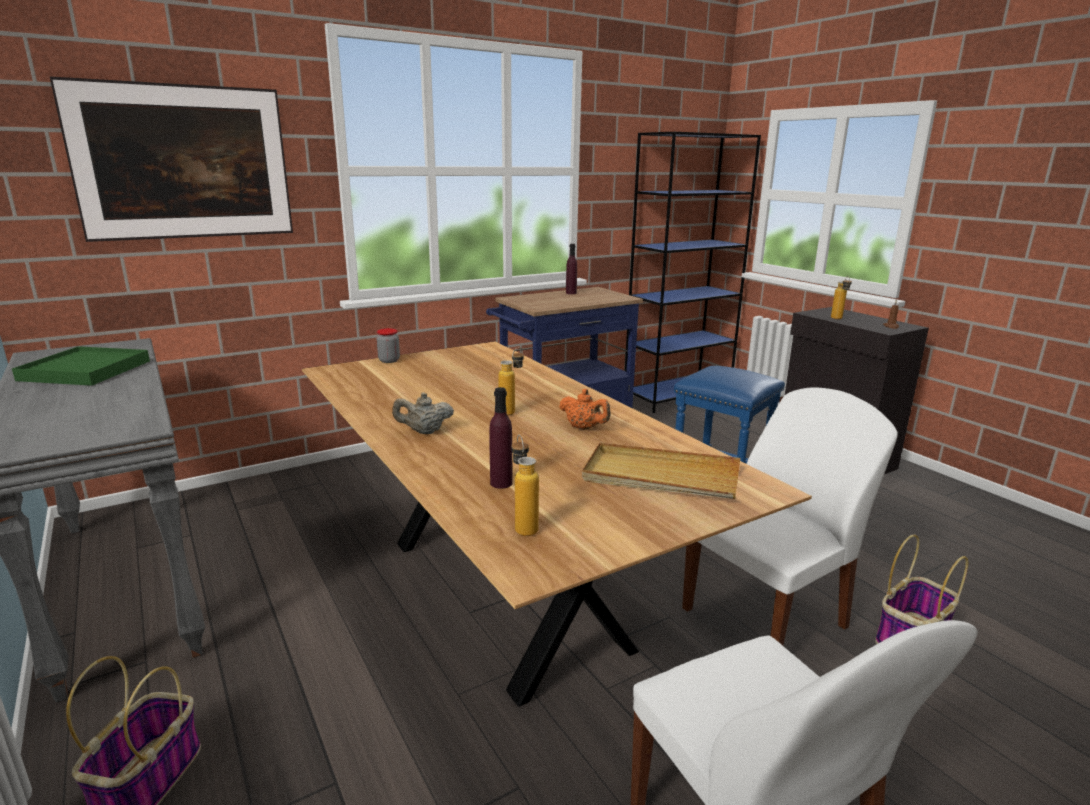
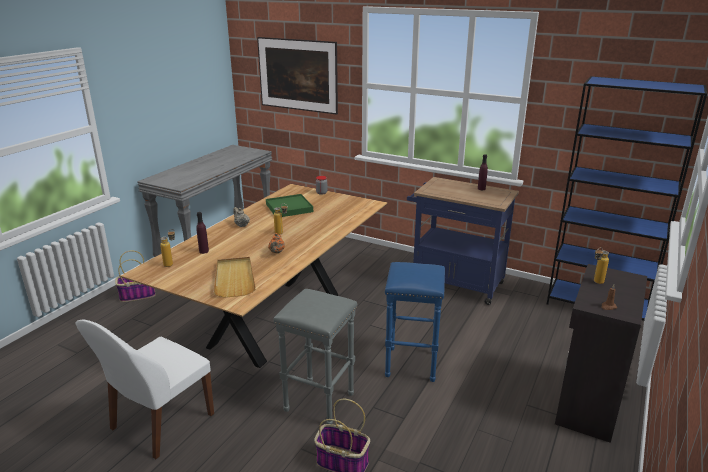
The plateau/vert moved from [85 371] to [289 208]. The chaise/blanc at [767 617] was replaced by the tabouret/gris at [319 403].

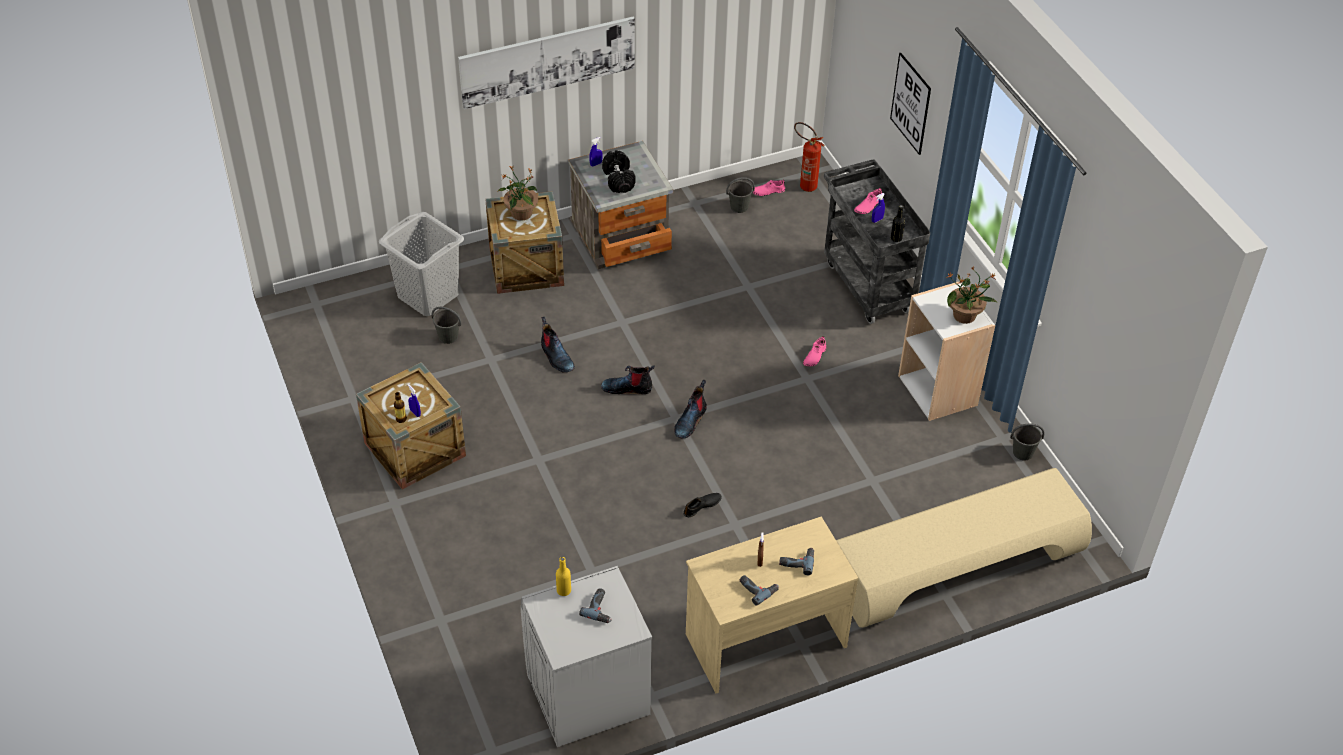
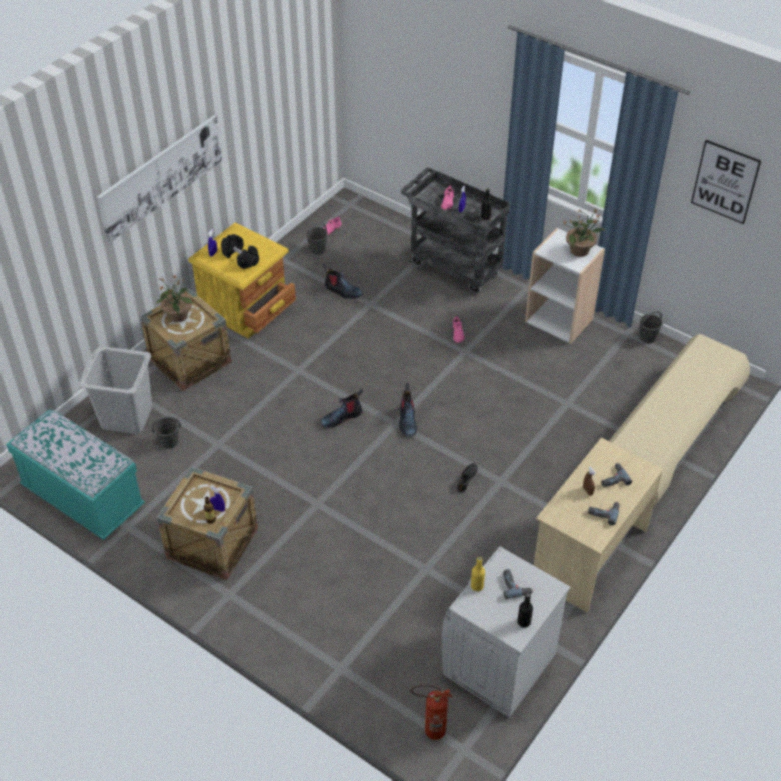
The botte moved from [556 357] to [342 291]. The table de chevet/gris at [623 237] became the table de chevet/jaune at [248 306]. The extincteur moved from [804 185] to [429 730]. The tableau moved from [910 103] to [725 182]. The banc/turquoise at [83 498] appeared. The bouteille/noir at [524 622] appeared.

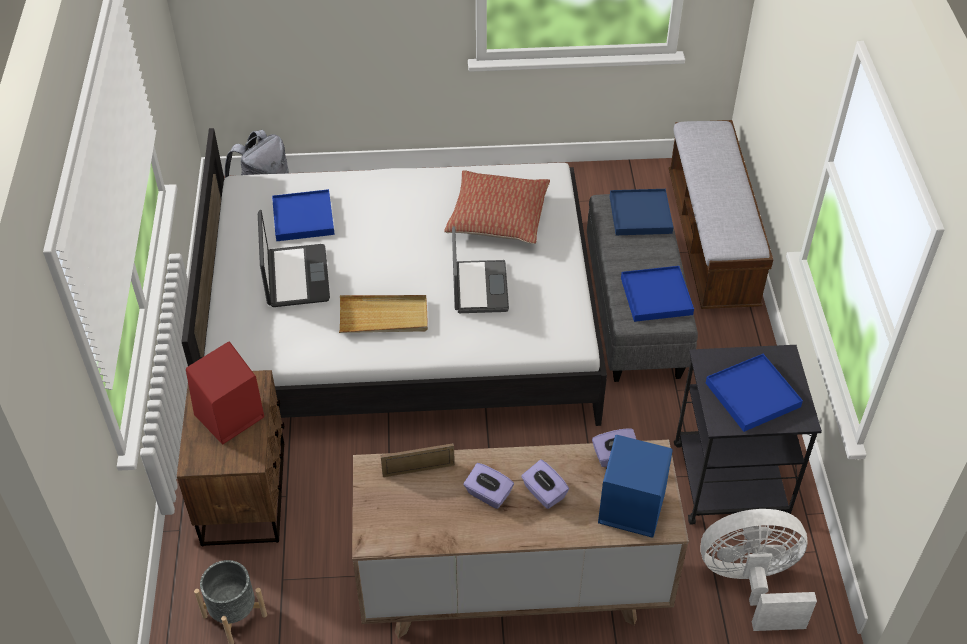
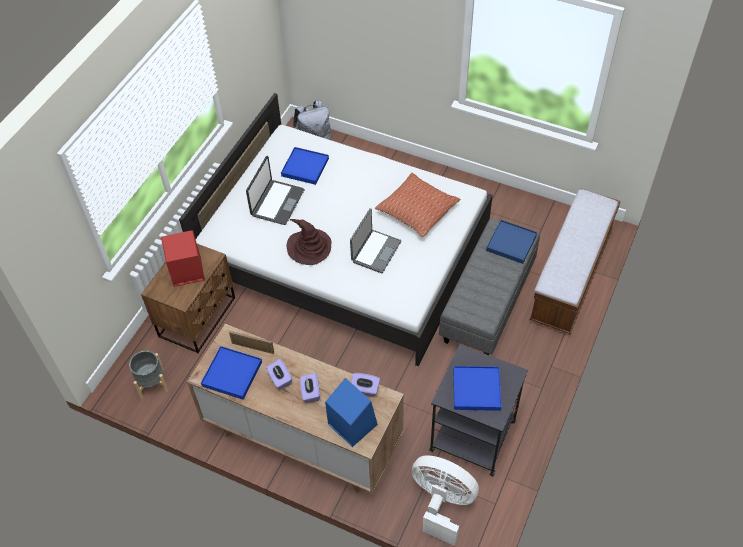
The plateau/beige at [383 317] was replaced by the chapeau/marron at [309 247]. The plateau/bleu moved from [656 296] to [232 374].

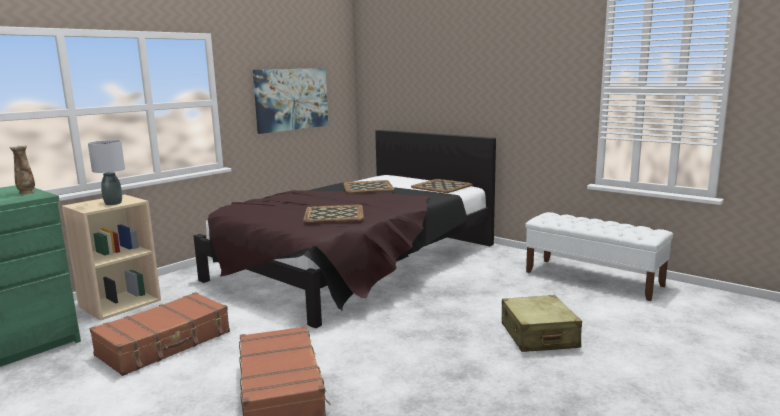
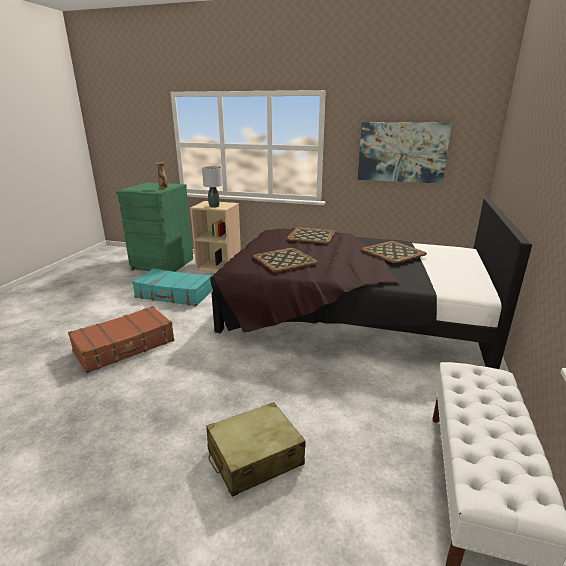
The valise/marron at [165 344] became the valise/turquoise at [174 295]. The plateau moved from [442 186] to [311 236].

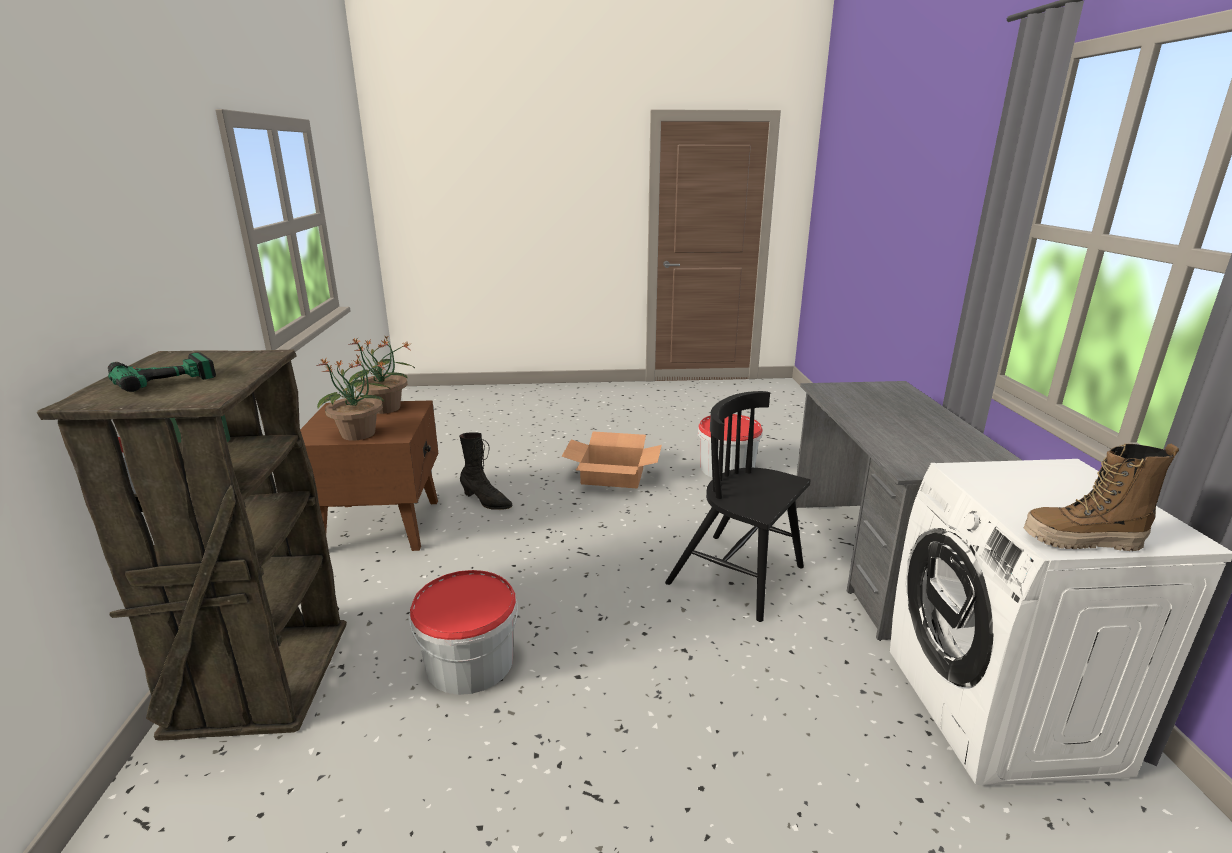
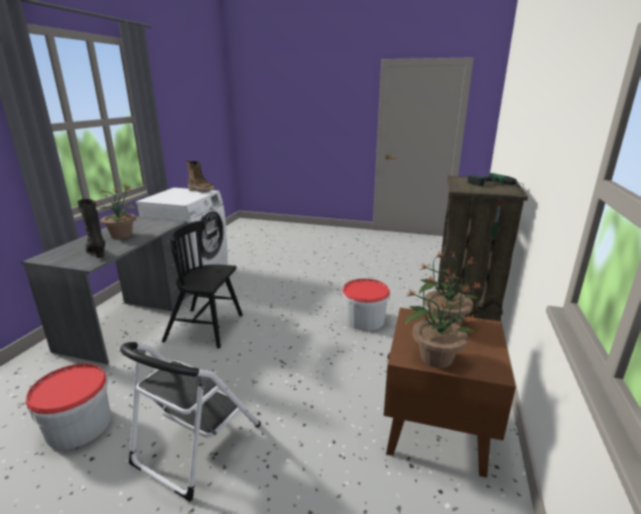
The botte/noir moved from [486 502] to [97 253]. The carton at [612 476] was replaced by the escabeau at [194 446]. The chaise/noir at [743 577] turned 135 degrees clockwise. The plante en pot at [122 235] appeared.

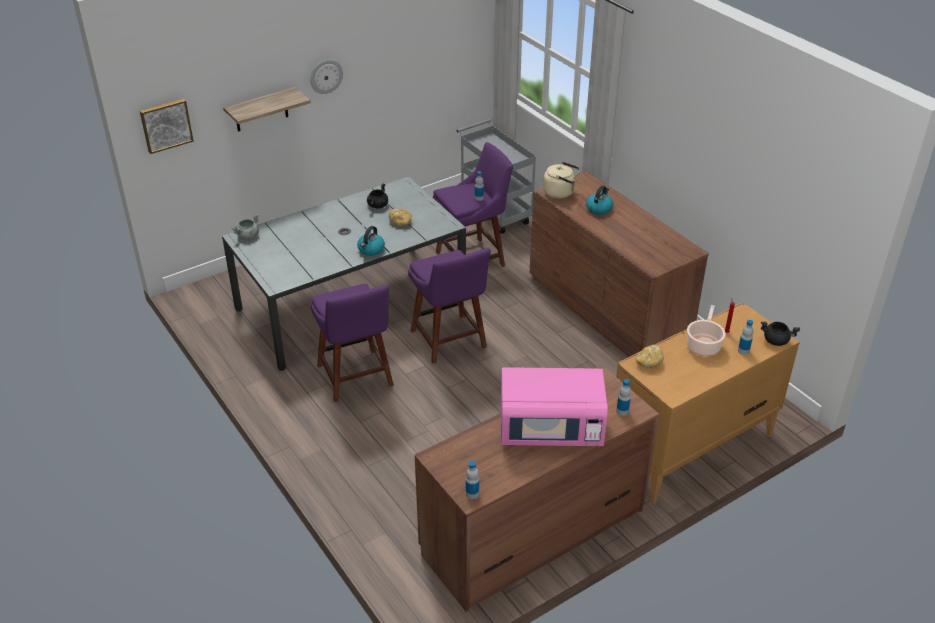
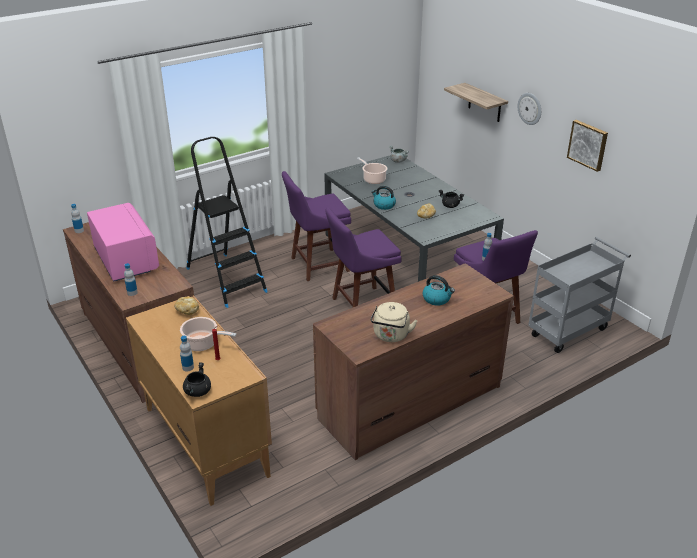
The tableau moved from [166 125] to [588 145]. The micro-ondes/rose at [550 429] turned 150 degrees clockwise. The bouilloire/beige moved from [560 193] to [391 336]. The escabeau/noir at [226 280] appeared. The marmite at [373 179] appeared.

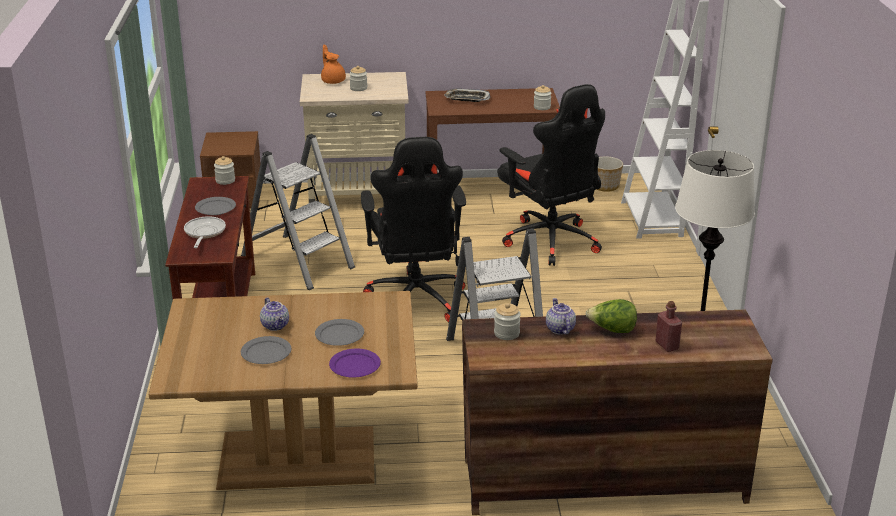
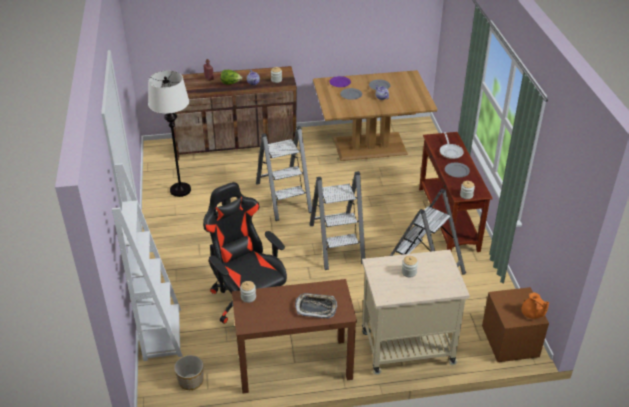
The théière/orange moved from [333 81] to [532 314]. The chaise de bureau/noir at [415 295] was replaced by the escabeau/gris at [336 243].

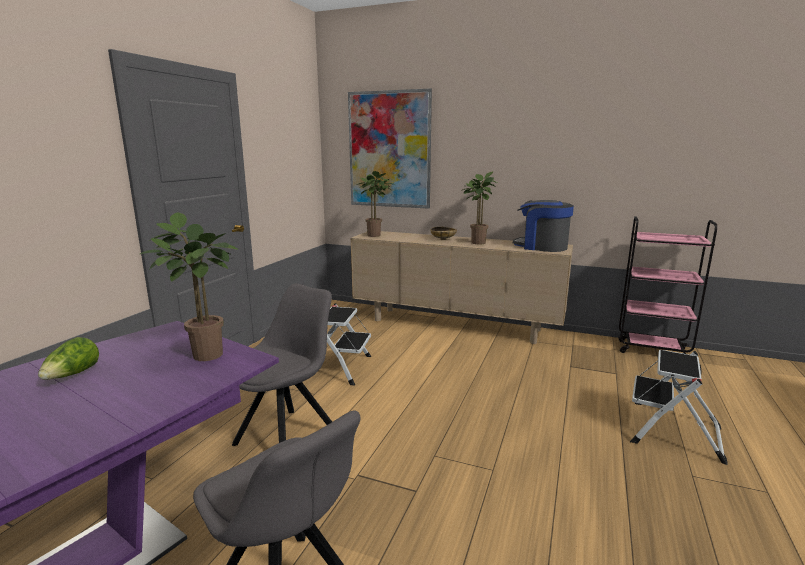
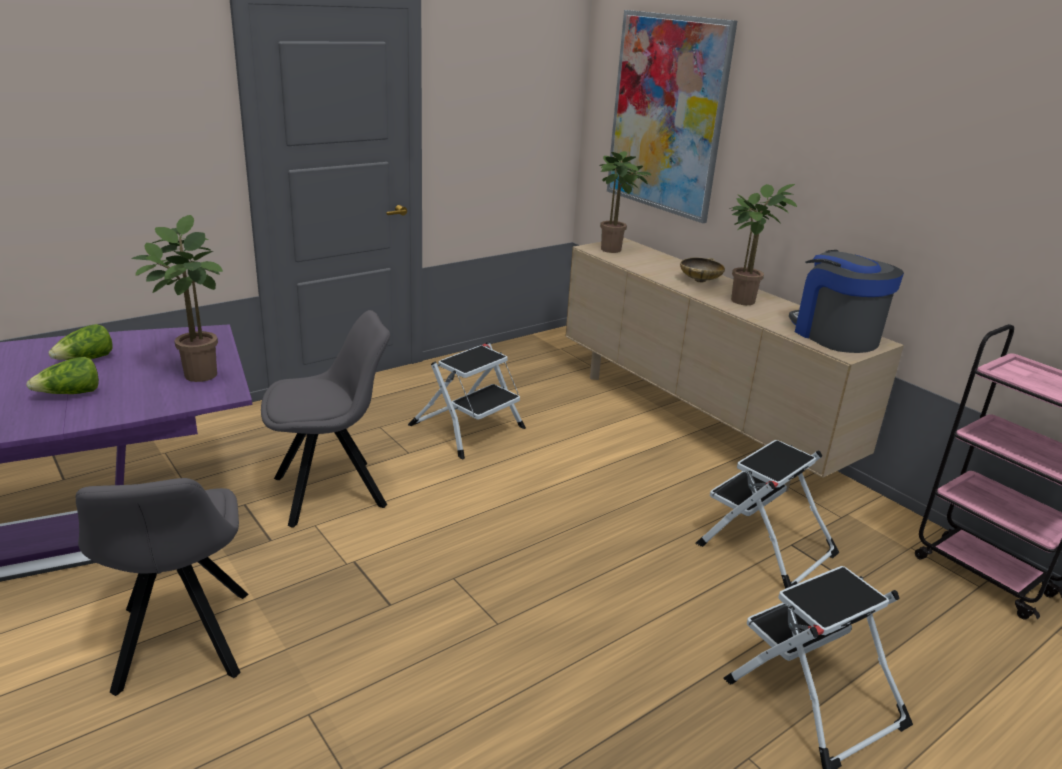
The laitue at [70 394] appeared. The escabeau at [766 545] appeared.

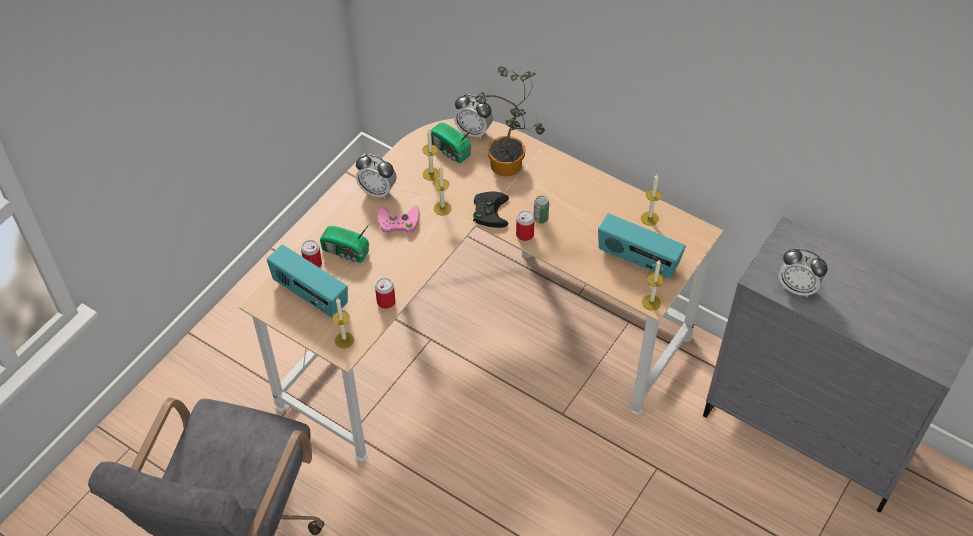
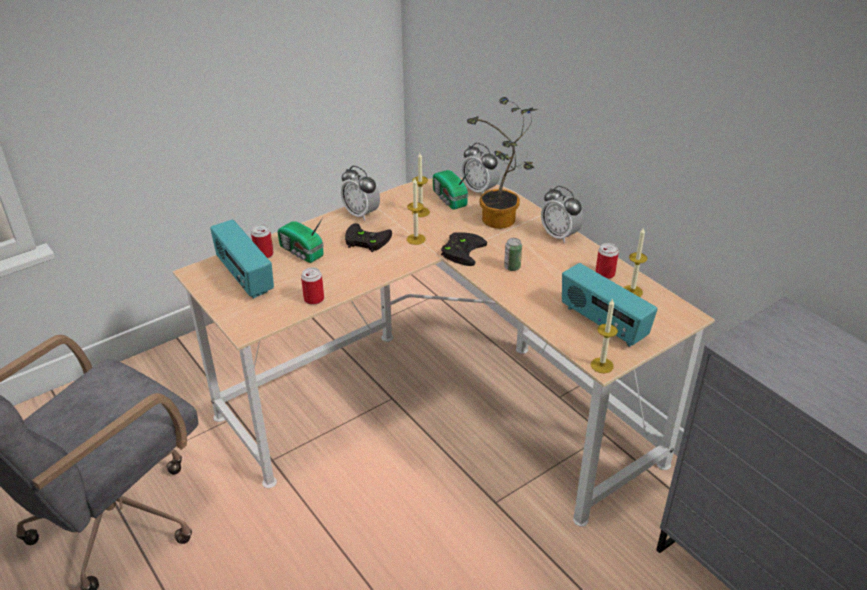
The bougie at [344 340] disappeared. The manette/rose at [397 222] became the manette/noir at [365 240]. The boîte métallique moved from [524 234] to [605 274]. The réveil moved from [797 287] to [560 235].

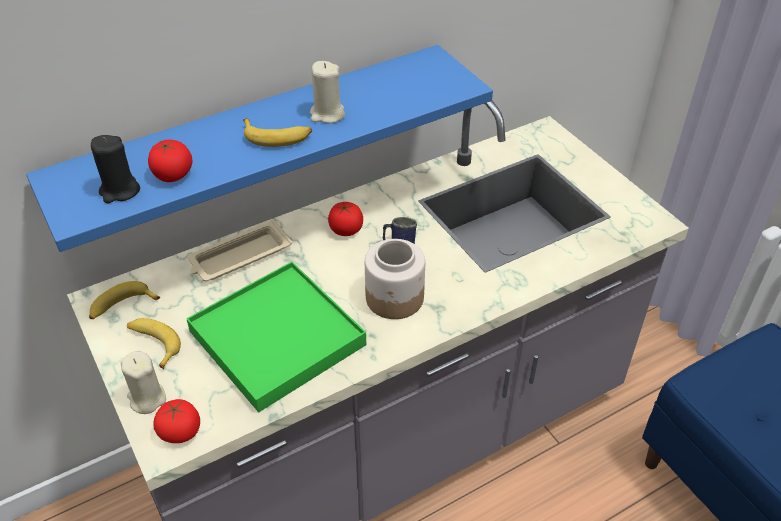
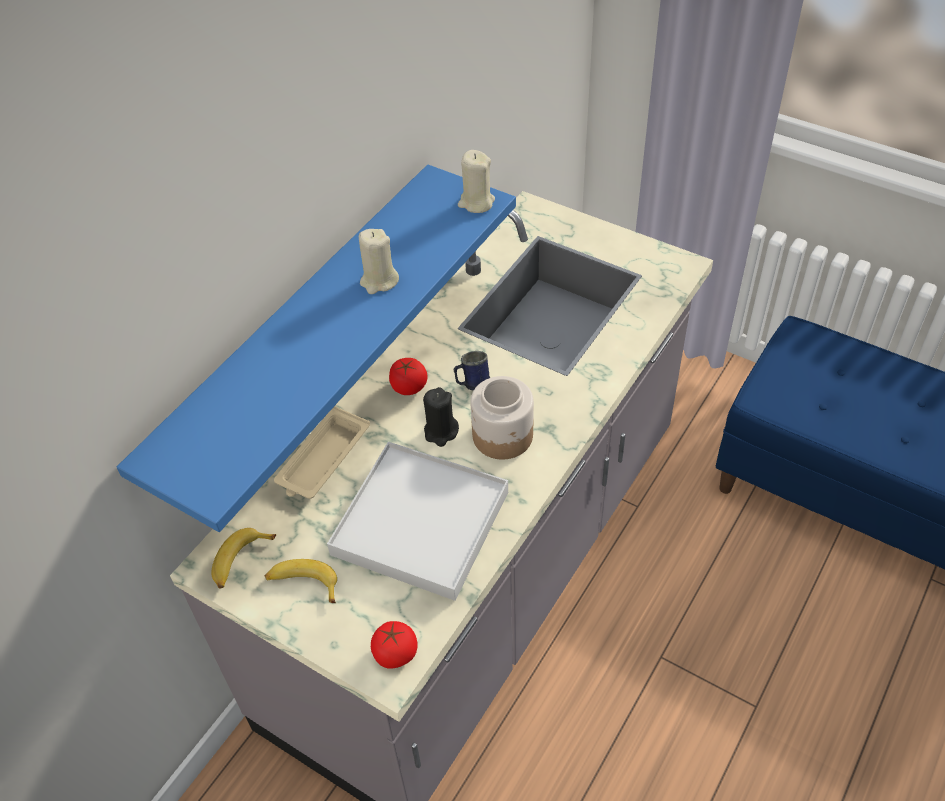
The bougie/noir moved from [119 191] to [441 432]. The bougie/beige moved from [147 398] to [476 202]. The tomate at [173 175] disappeared. The plateau/vert at [278 338] became the plateau/blanc at [421 523]. The banane at [277 137] disappeared.

